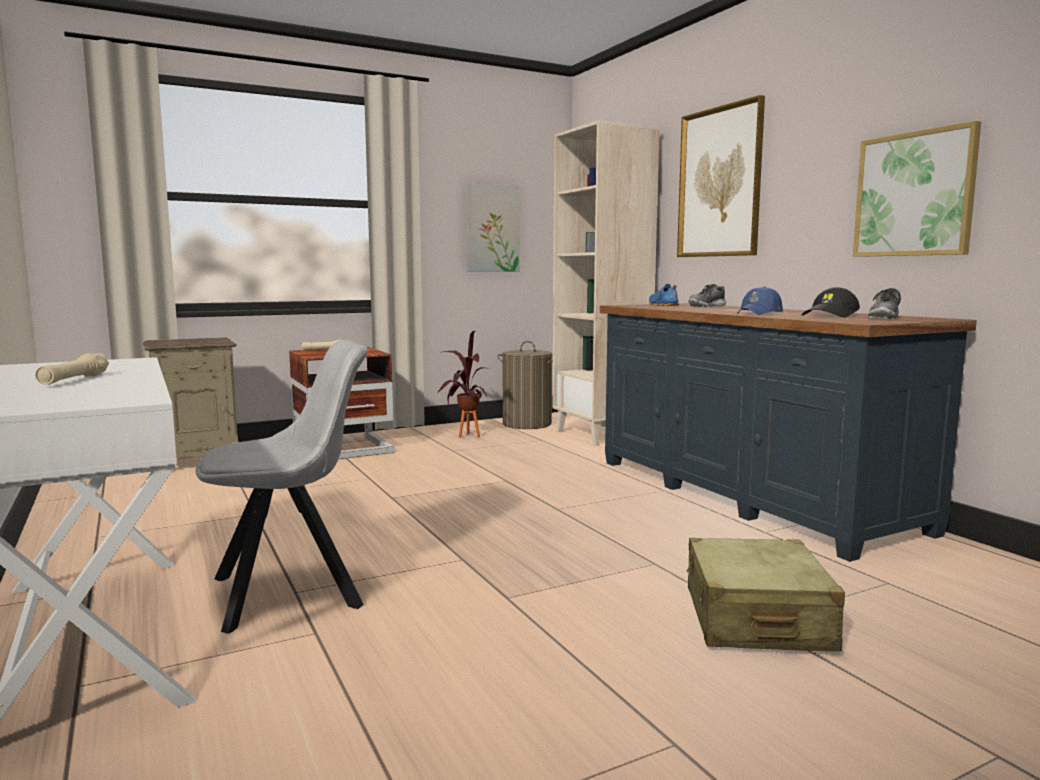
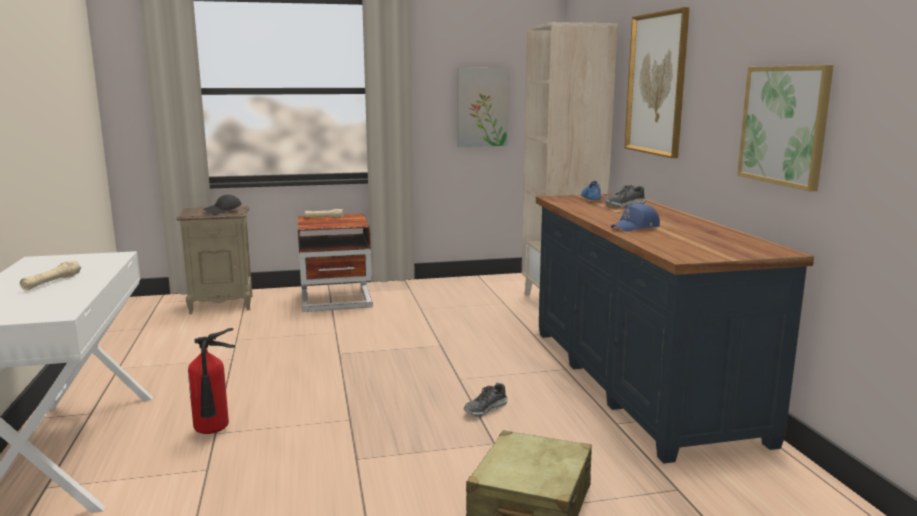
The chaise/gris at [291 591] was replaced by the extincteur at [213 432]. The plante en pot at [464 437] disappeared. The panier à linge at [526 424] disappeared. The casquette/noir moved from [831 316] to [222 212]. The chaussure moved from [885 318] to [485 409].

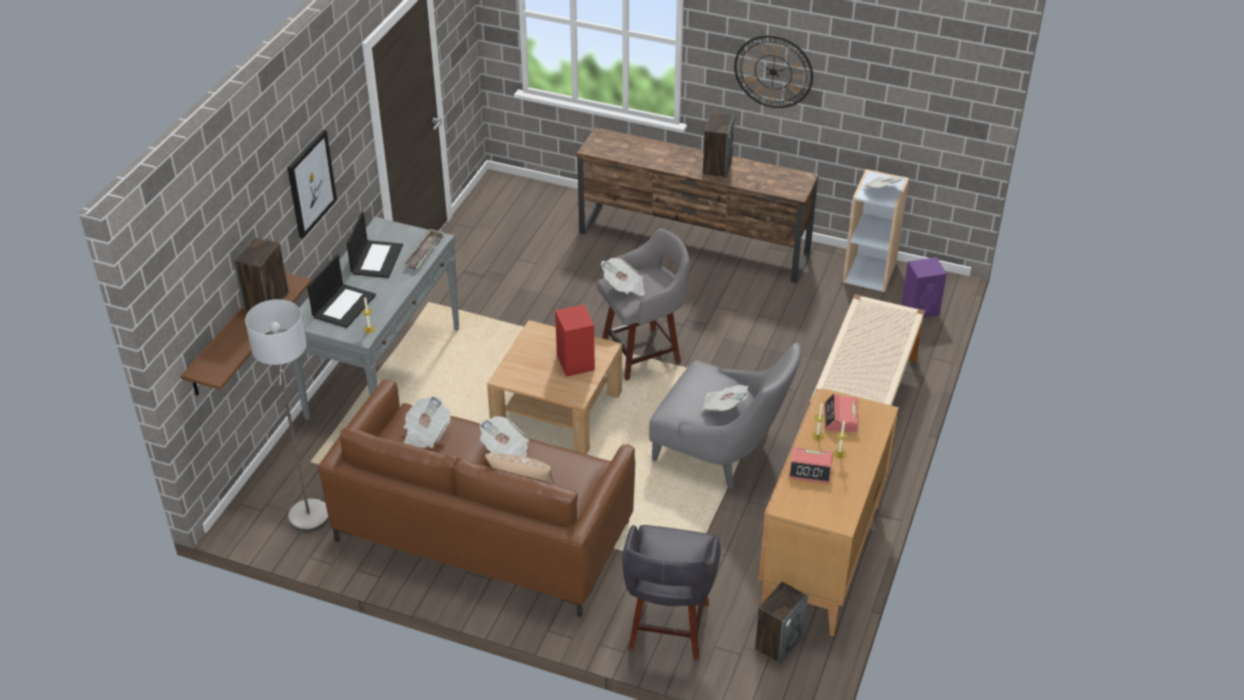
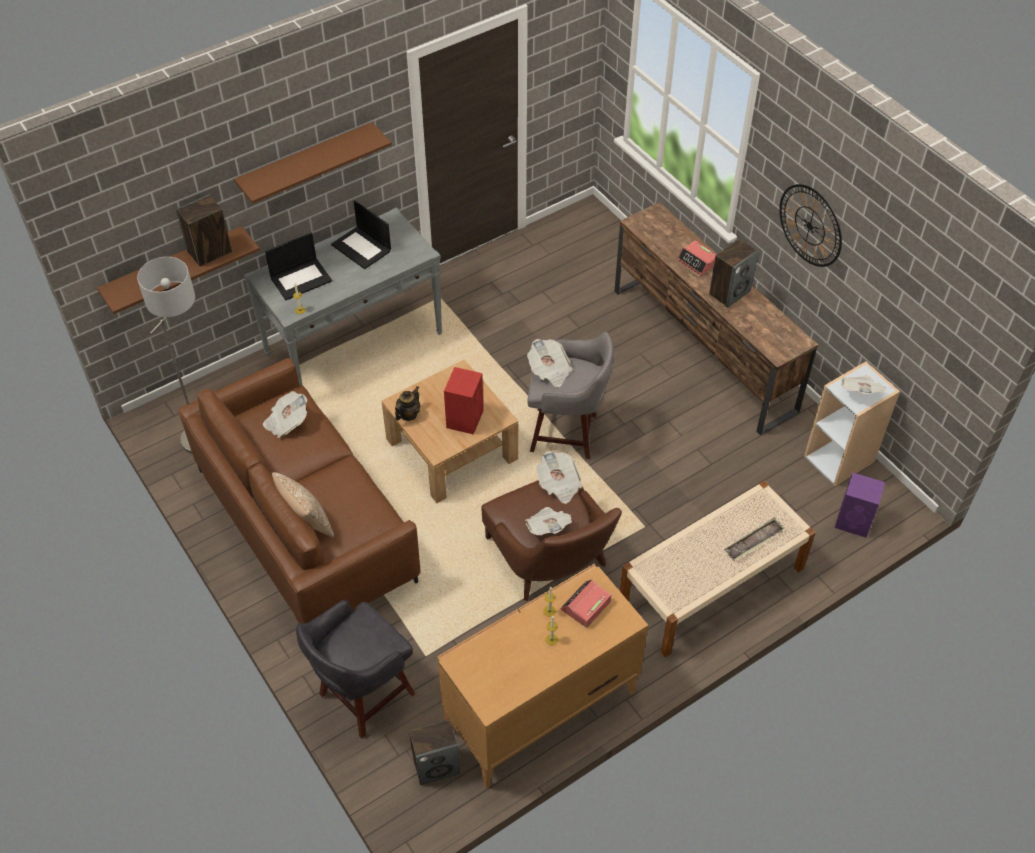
The tableau at [311 183] was replaced by the étagère/marron at [306 163]. The ordinateur portable at [376 259] turned 90 degrees clockwise. The plateau moved from [424 252] to [754 542]. The journal moved from [506 450] to [559 484]. The fauteuil/gris at [722 449] became the fauteuil/marron at [551 560]. The réveil moved from [810 470] to [697 262]. The théière at [408 414] appeared.

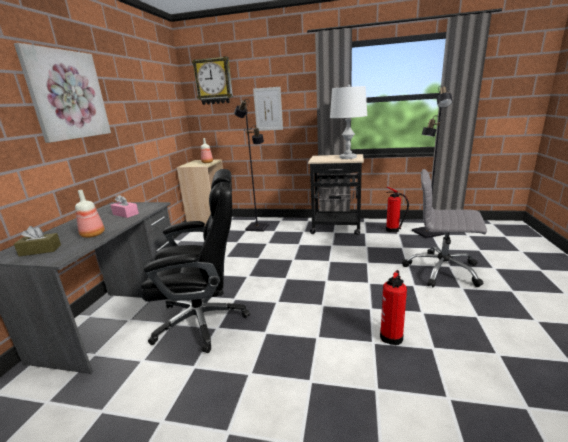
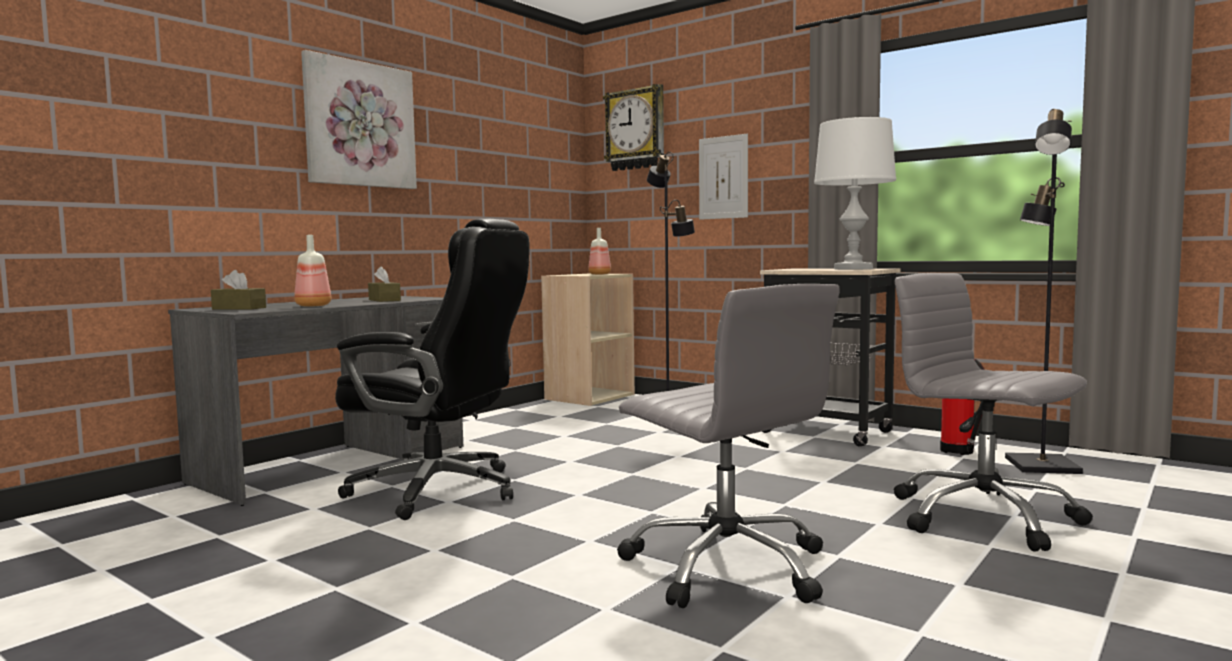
The boîte à mouchoirs/rose at [125 214] became the boîte à mouchoirs/marron at [384 300]. The extincteur at [392 336] was replaced by the chaise de bureau/gris at [727 567].

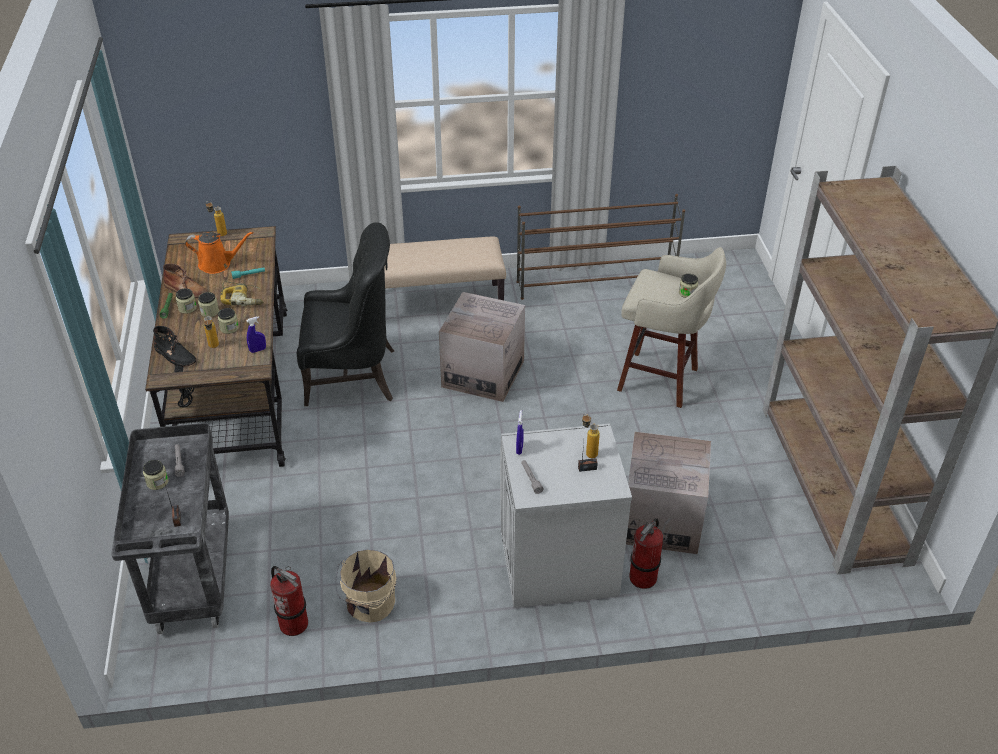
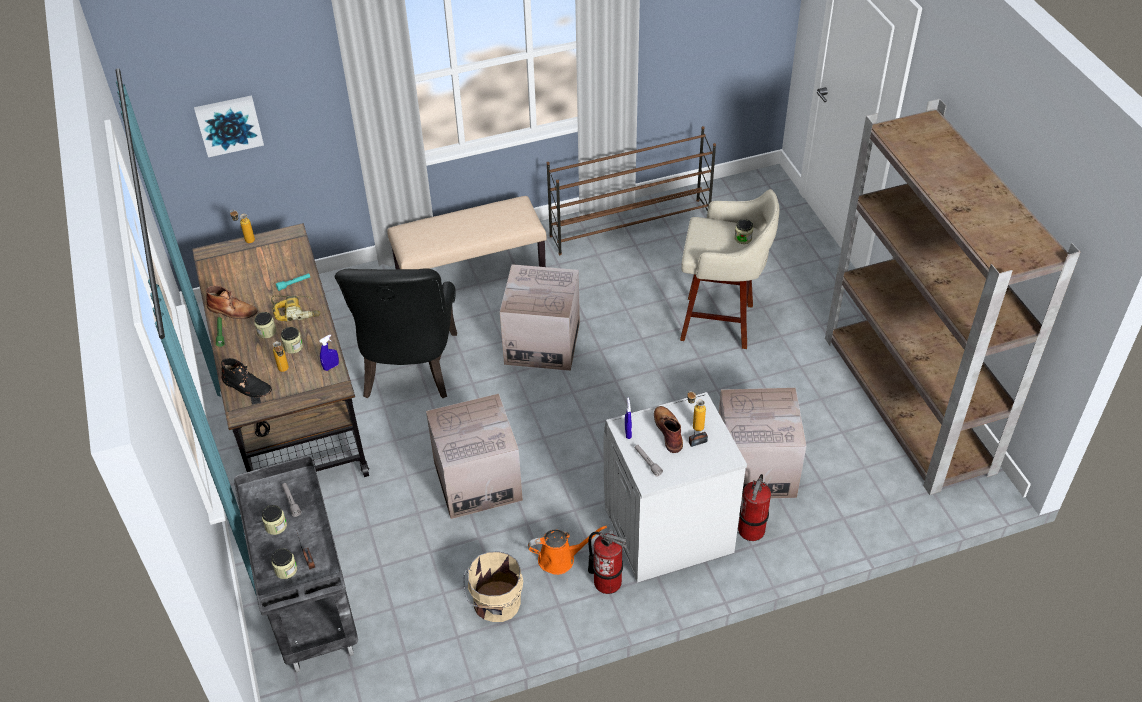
The bocal moved from [187 308] to [286 570]. The arrosoir/orange moved from [218 264] to [560 558]. The extincteur moved from [294 623] to [607 581]. The chaise/noir at [352 375] turned 105 degrees clockwise. The tableau at [229 124] appeared. The carton at [477 481] appeared. The botte/marron at [668 430] appeared.

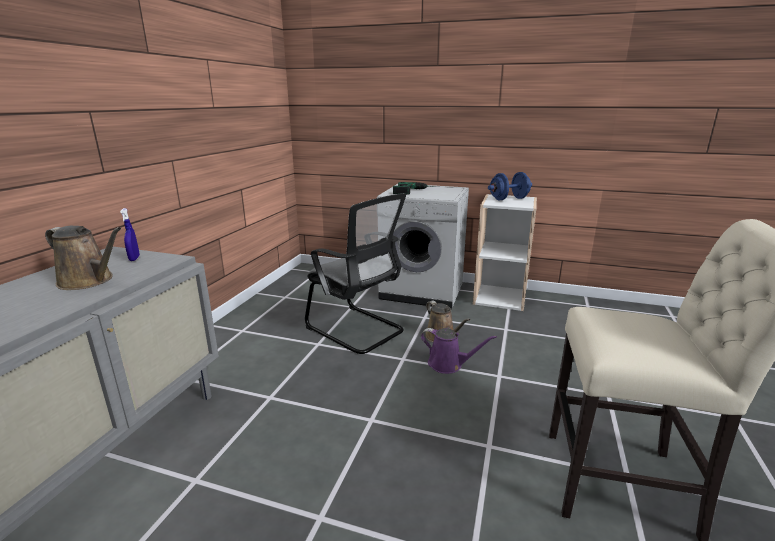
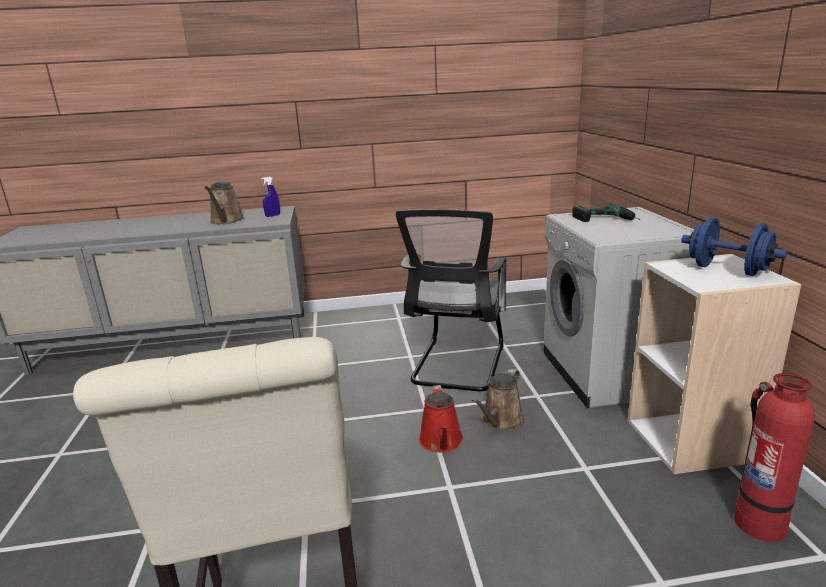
The arrosoir/violet at [448 364] became the arrosoir/rouge at [441 442]. The extincteur at [759 522] appeared.

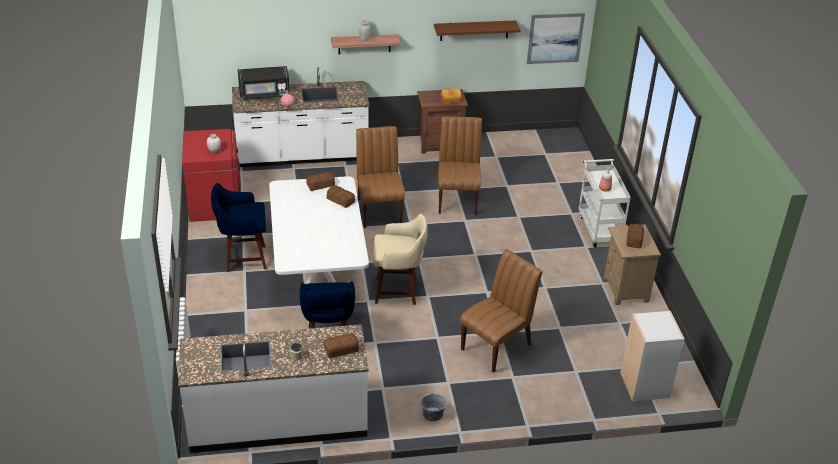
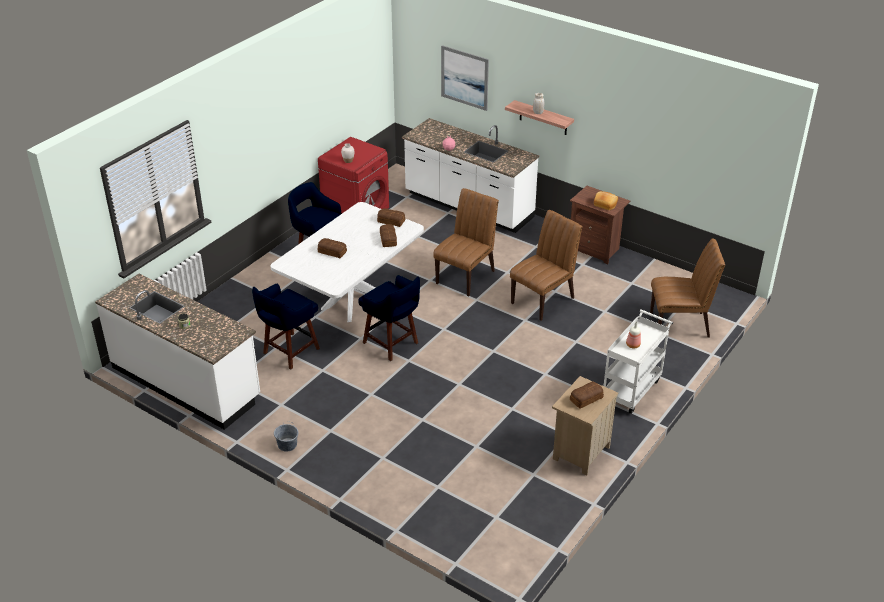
The micro-ondes/noir at [264 94] disappeared. The pain moved from [340 349] to [332 251]. The tabouret/beige at [398 291] became the tabouret/bleu at [392 344]. The étagère/marron at [474 30] disappeared. The chaise/marron moved from [496 348] to [679 325]. The tableau moved from [555 38] to [464 77]. The bibliothèque at [644 385] disappeared.

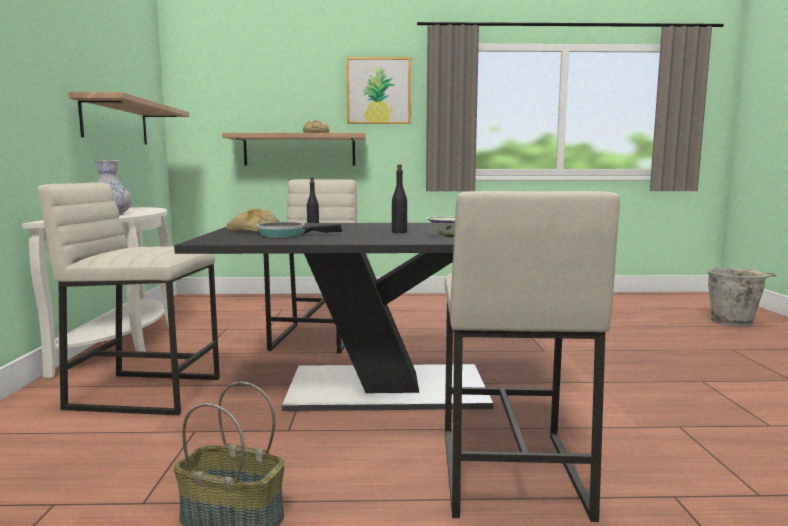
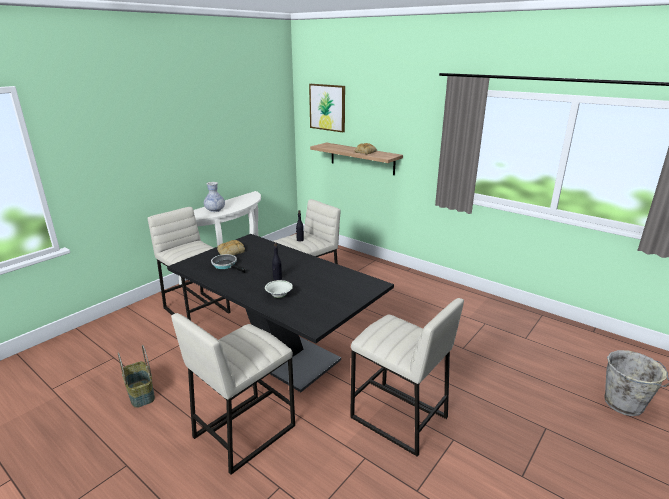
The étagère at [115 122] disappeared. The tableau moved from [378 91] to [327 107]. The tabouret/beige at [399 417] appeared.

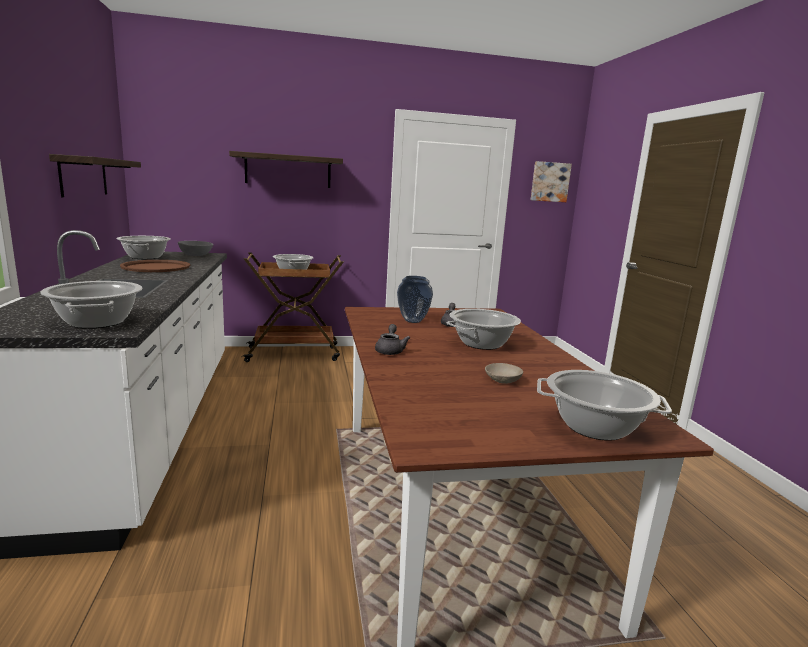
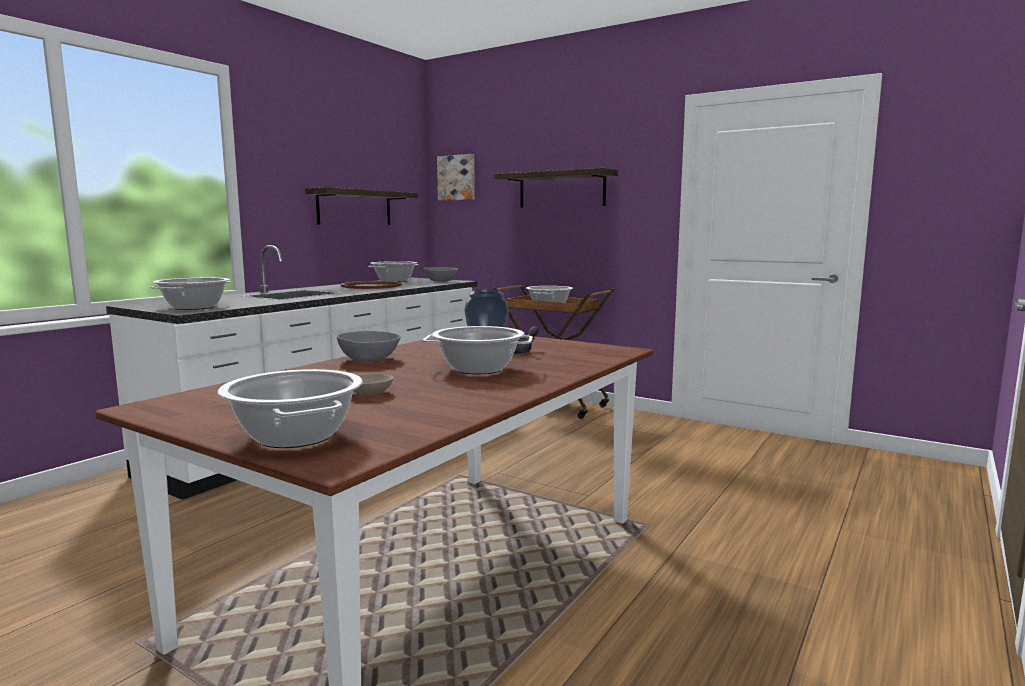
The théière/gris at [390 350] was replaced by the bol/gris at [369 359]. The tableau moved from [549 182] to [457 178].

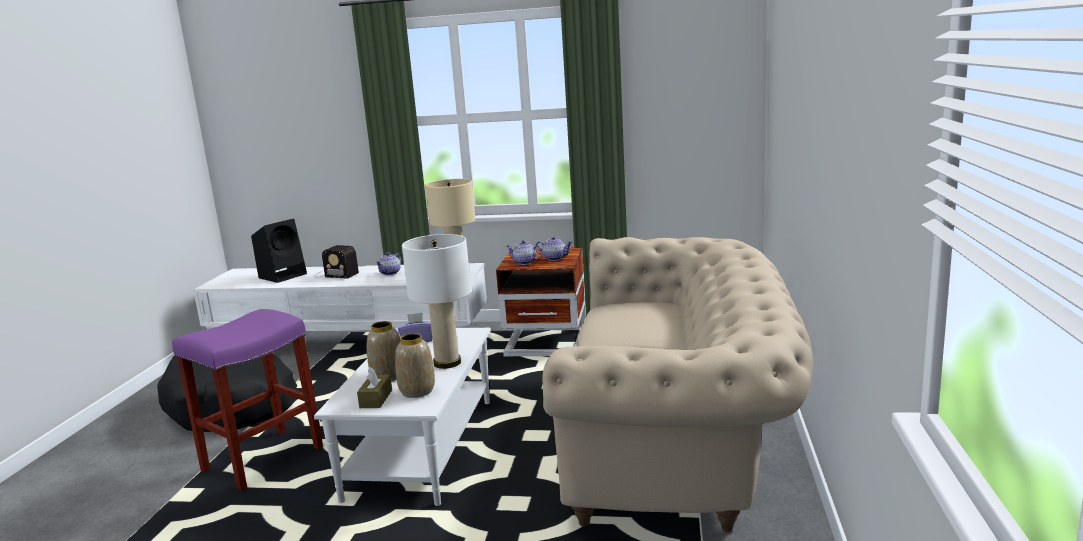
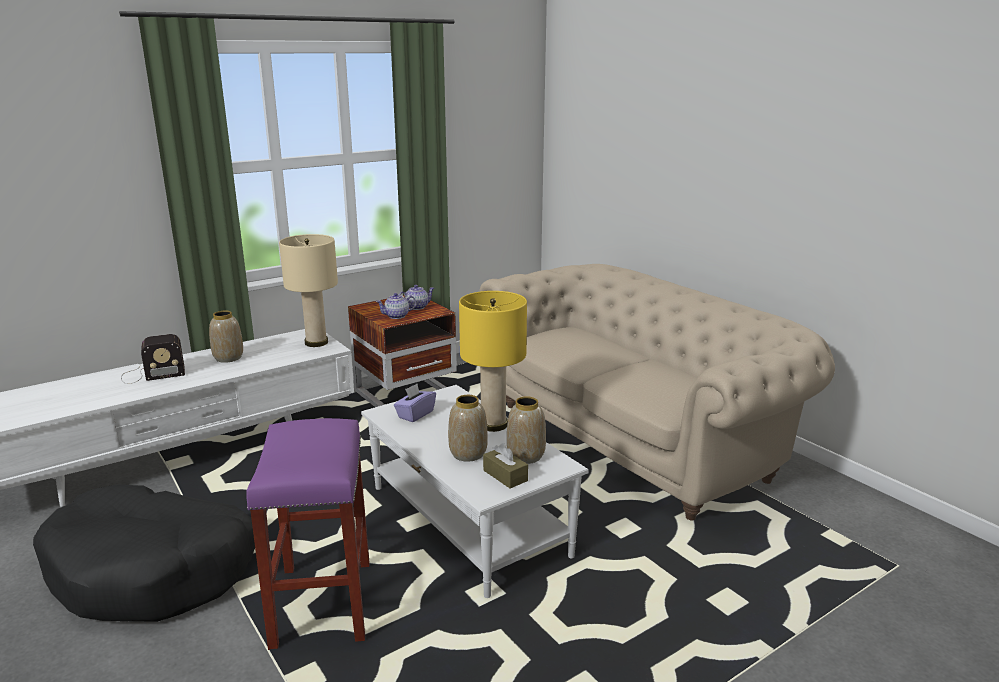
The enceinte/noir at [283 275] disappeared. The théière at [390 273] was replaced by the vase at [229 358]. The lampe de table/blanc at [447 363] became the lampe de table/jaune at [493 425].

